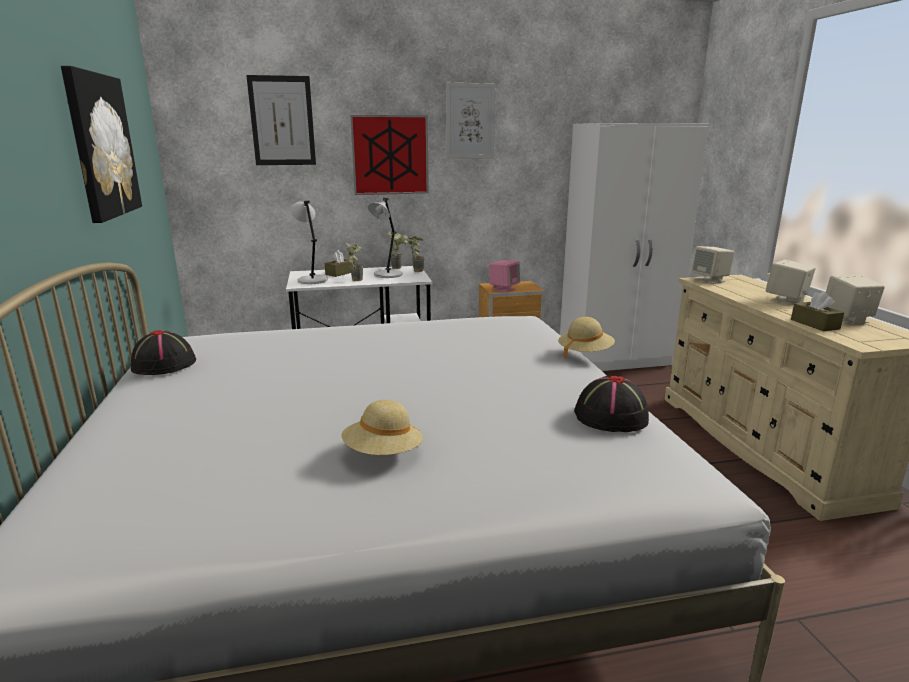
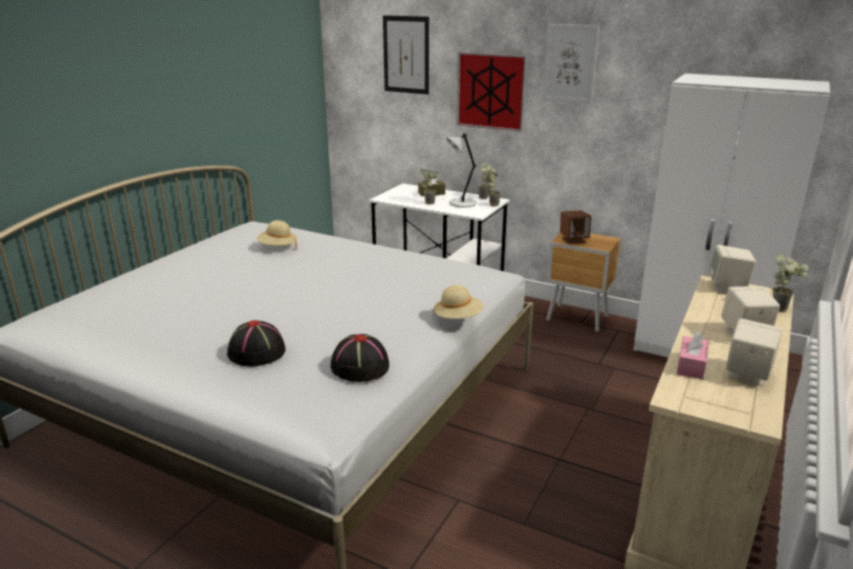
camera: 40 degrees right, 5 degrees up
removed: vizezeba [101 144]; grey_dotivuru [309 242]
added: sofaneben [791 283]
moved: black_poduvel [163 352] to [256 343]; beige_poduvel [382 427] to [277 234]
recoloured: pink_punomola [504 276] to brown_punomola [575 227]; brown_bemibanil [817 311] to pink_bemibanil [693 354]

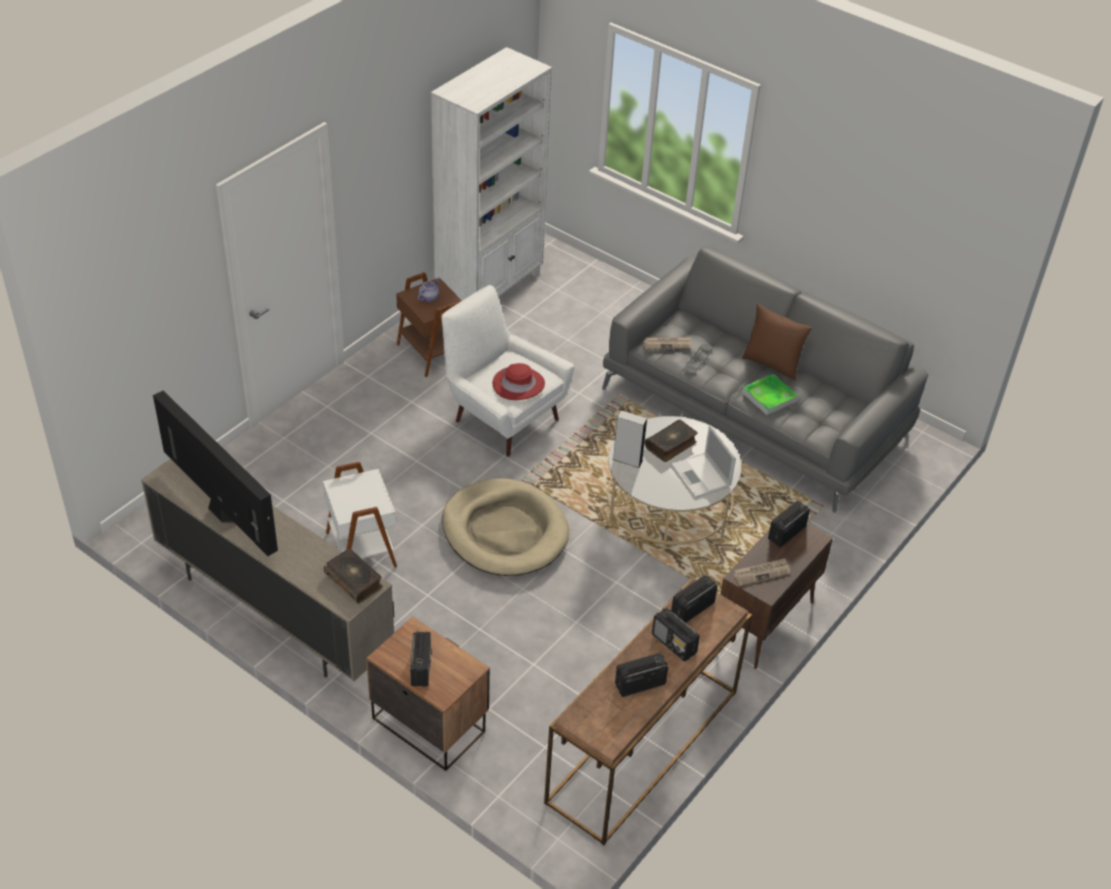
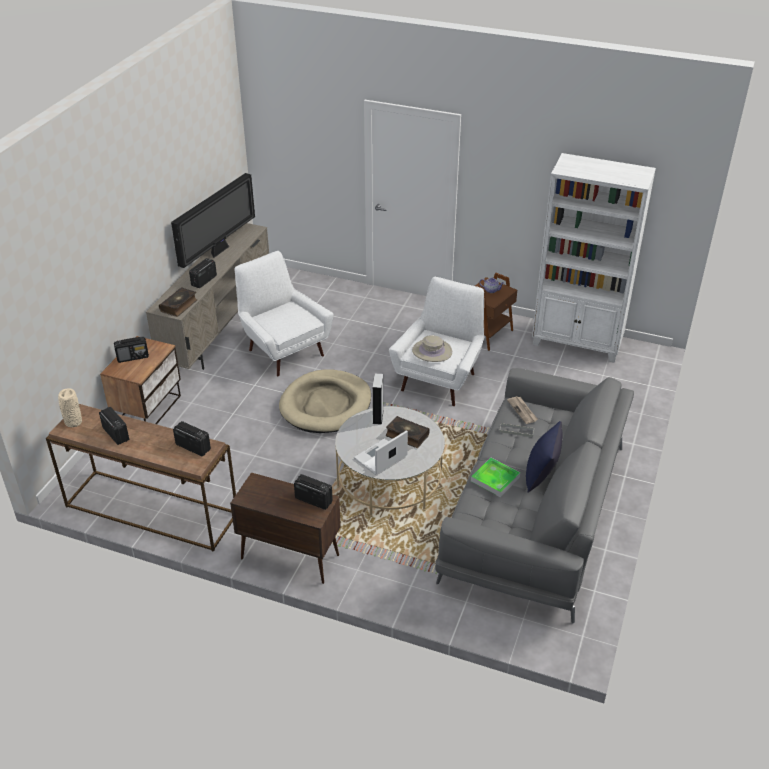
camera: 75 degrees right, 5 degrees down
removed: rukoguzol [762 572]
added: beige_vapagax [70 407]
moved: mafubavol [676 635] to [203 273]
replaced: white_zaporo [360 515] to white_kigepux [284 313]
recoloured: red_poduvel [519 381] to beige_poduvel [432 348]; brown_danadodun [777 342] to blue_danadodun [544 457]

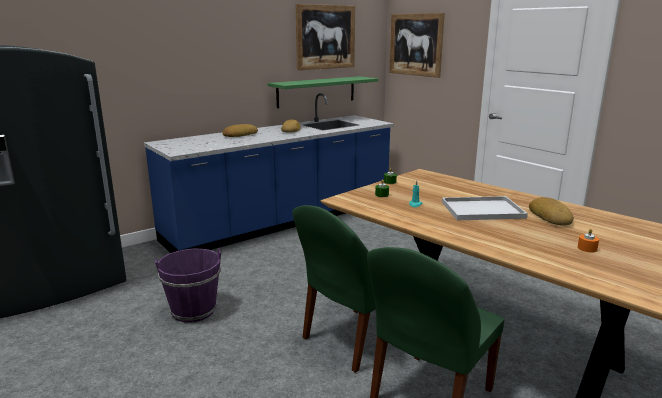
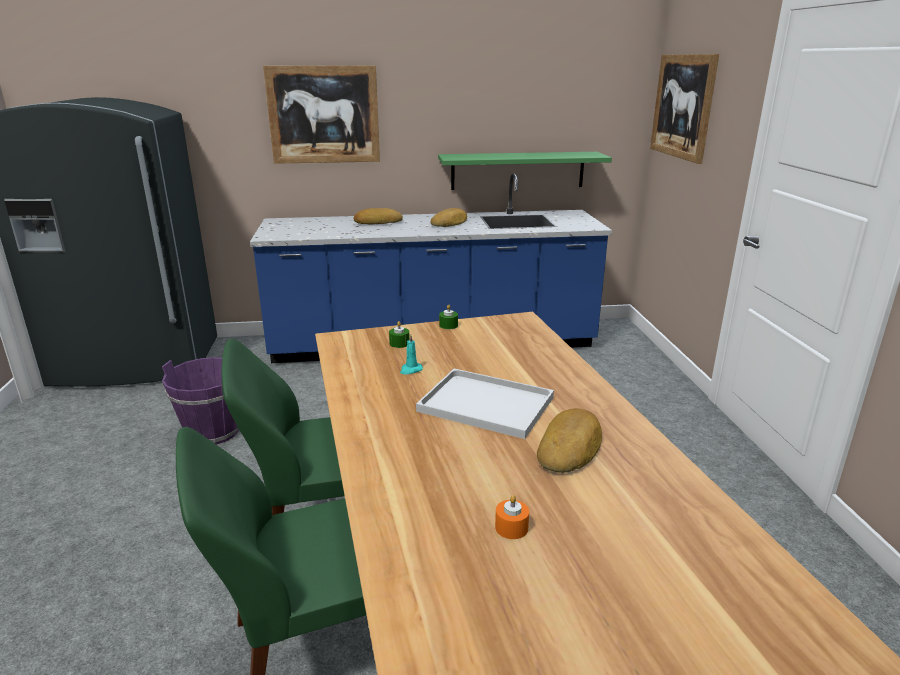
camera: 30 degrees right, 5 degrees up
moved: vizezeba [325 37] to [321 114]

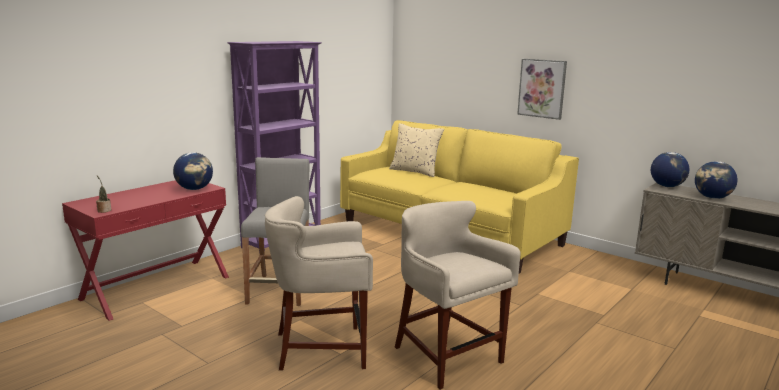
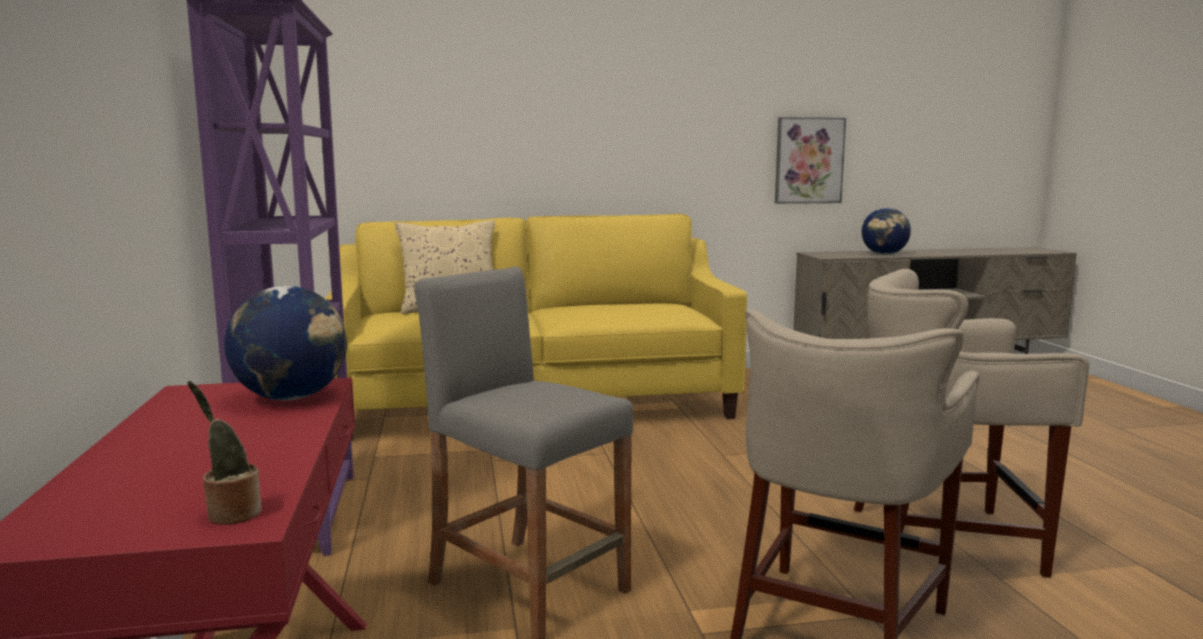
camera: 50 degrees left, 5 degrees down
removed: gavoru [670 169]
moved: vizezeba [542 89] to [810 160]

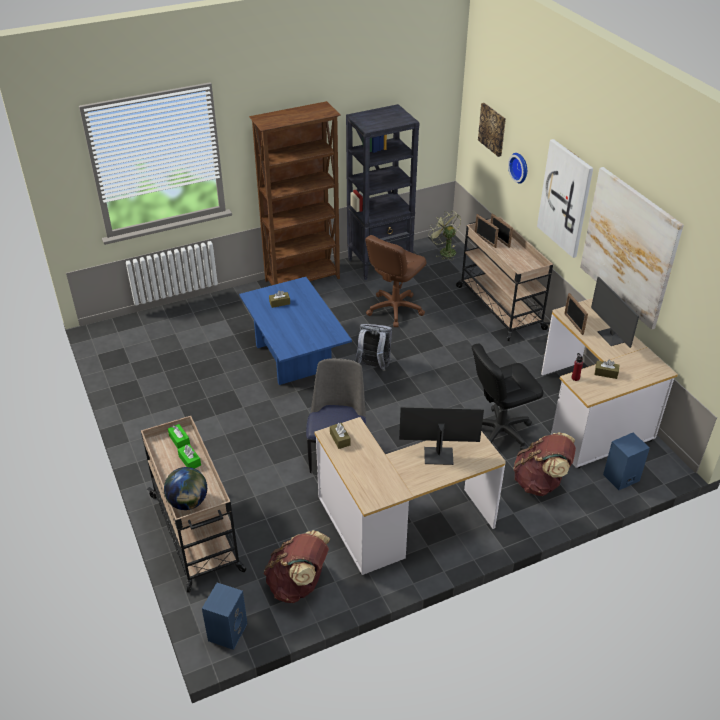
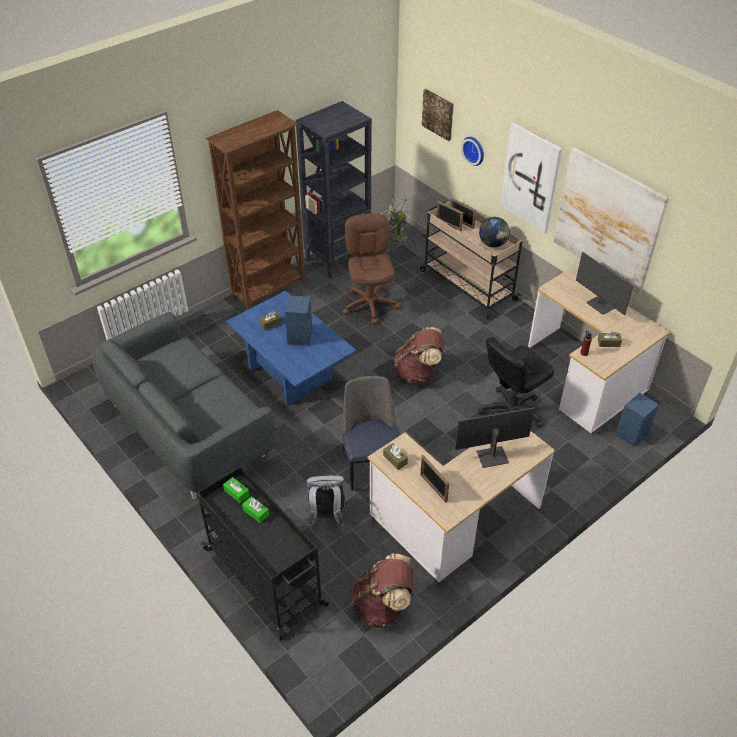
camera: 15 degrees left, 5 degrees up
added: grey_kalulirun [184 405]
moved: gavoru [185 488] to [494 232]; blue_punomola [224 616] to [298 321]; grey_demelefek [373 347] to [326 502]; brown_demelefek [544 464] to [419 355]; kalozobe [576 314] to [434 479]
recoloured: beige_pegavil [193 504] to black_pegavil [263 553]
turned: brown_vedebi [395 281] = [371 268] 150 degrees clockwise

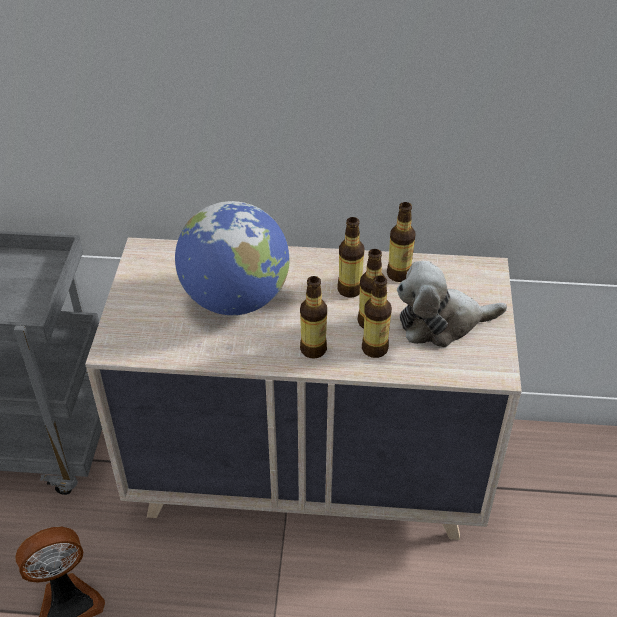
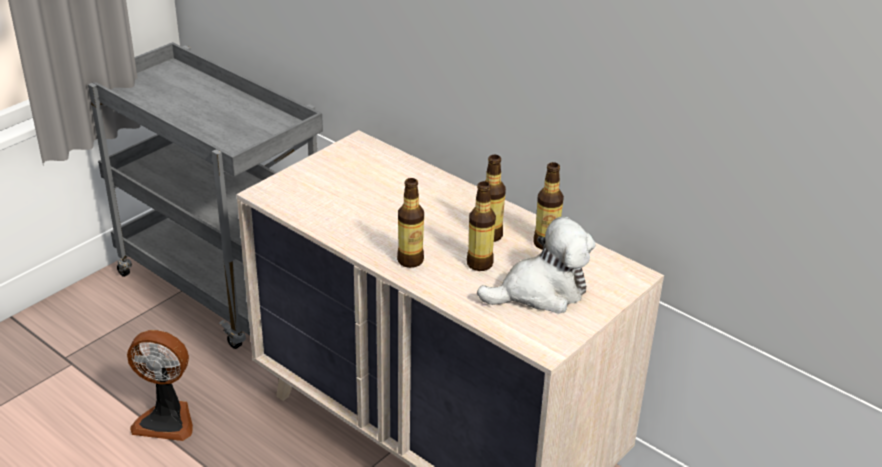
camera: 35 degrees right, 10 degrees down
removed: gavoru [232 258]; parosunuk [377 316]
turned: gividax [452 304] = [536 265] 135 degrees clockwise

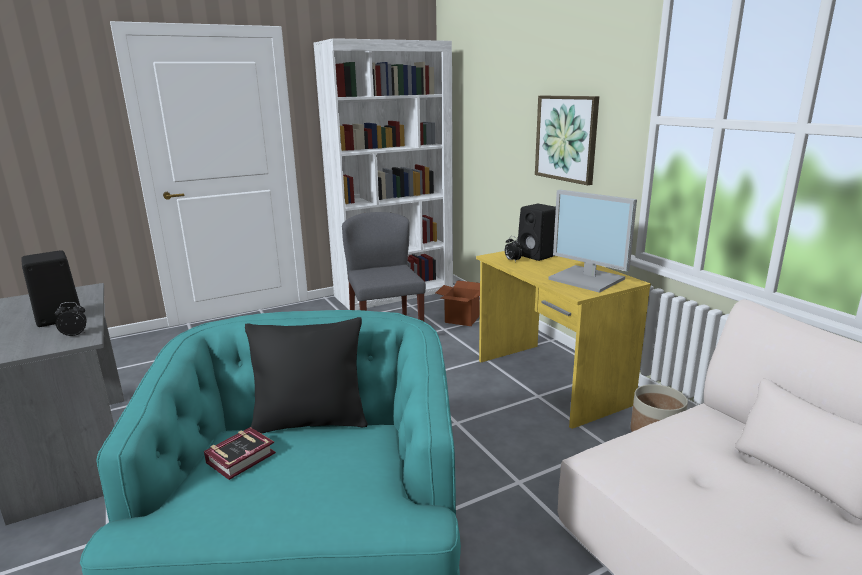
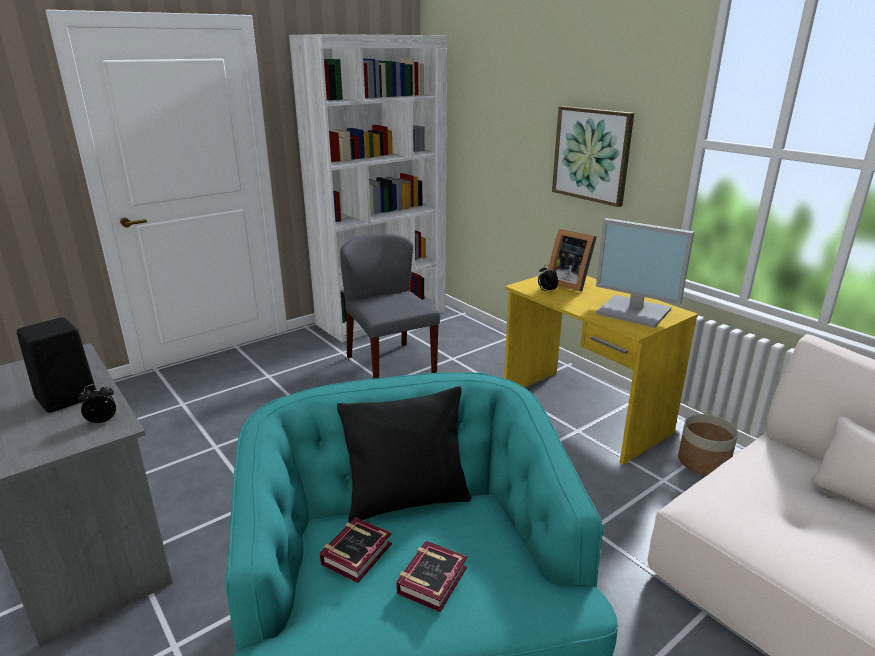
camera: 10 degrees left, 5 degrees up
removed: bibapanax [458 303]
added: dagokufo [431 576]
replaced: black_punomola [536 232] to kalozobe [572 260]

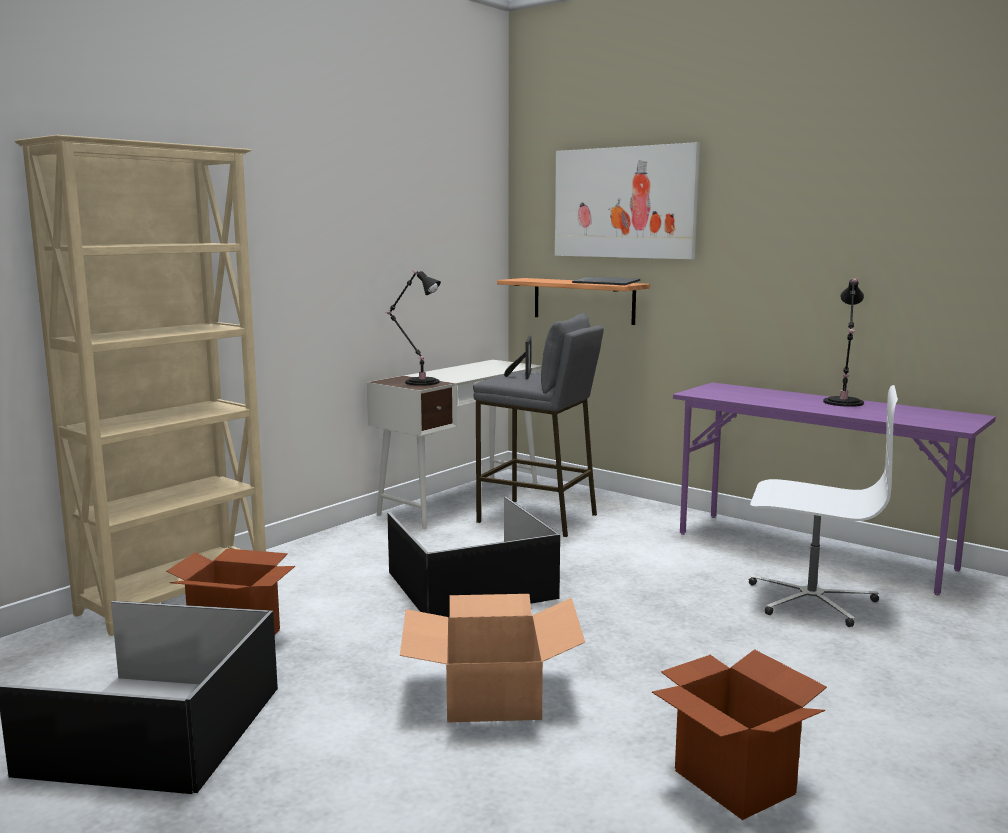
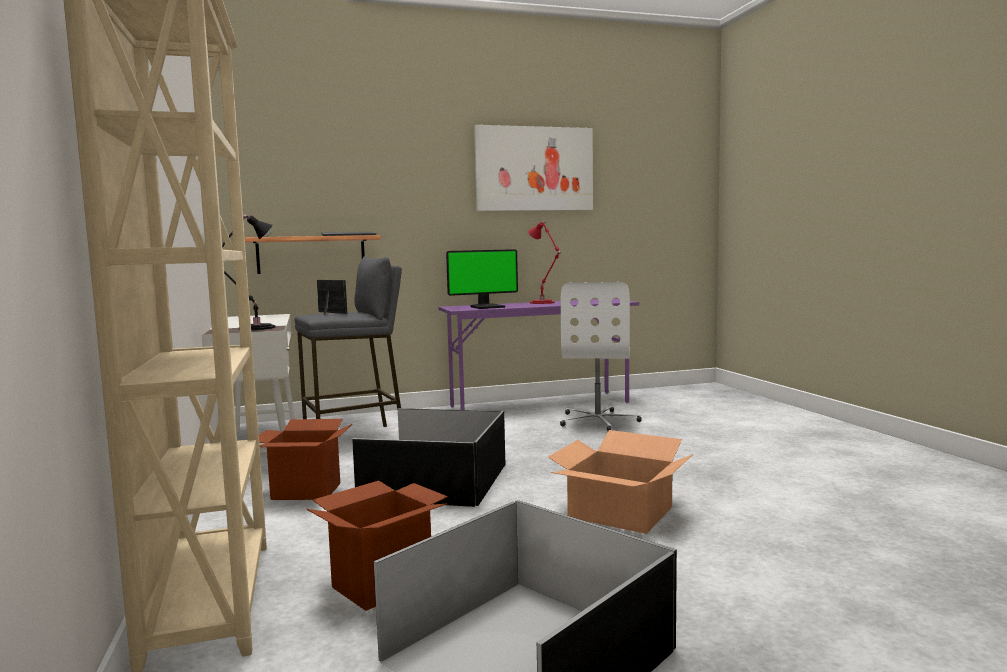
camera: 55 degrees left, 5 degrees down
added: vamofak [482 279]
moved: vizezeba [627 200] to [533 168]; bibapanax [739 734] to [305 459]
recoloured: black_dotivuru [843 342] to red_dotivuru [545 262]
turned: white_vedebi [823 506] = [601 356] 135 degrees clockwise

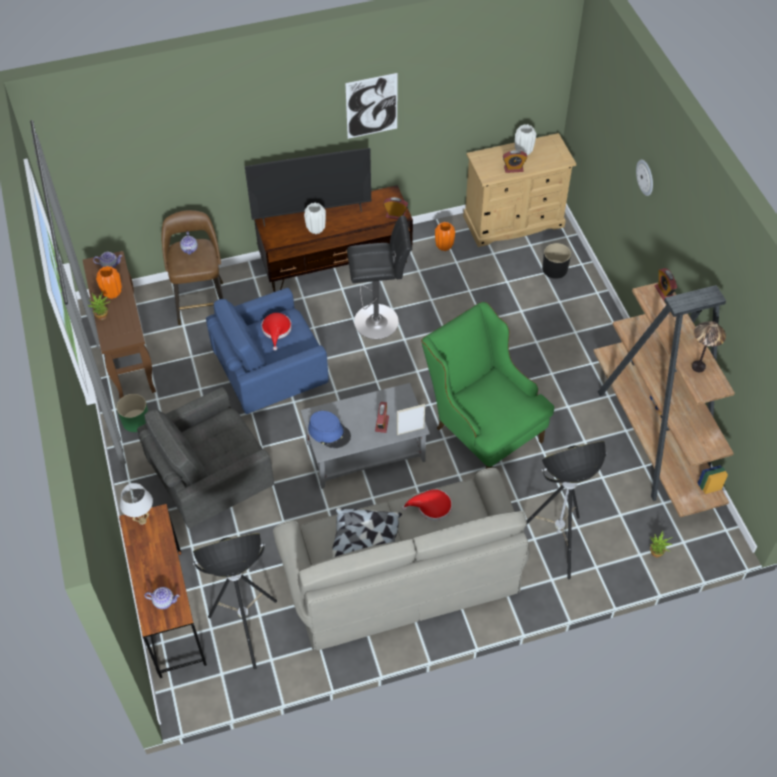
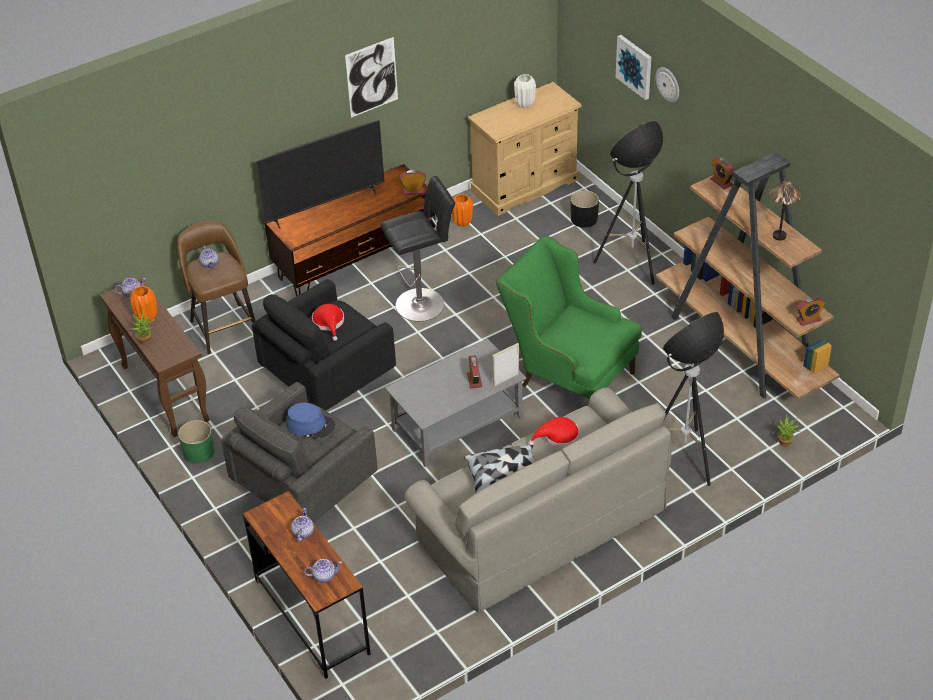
camera: 15 degrees left, 10 degrees down
removed: white_dotivuru [136 504]; white_vapagax [315 218]
added: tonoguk [302 525]; vizezeba [633 67]
moved: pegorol [235 601] to [628 203]; blue_poduvel [329 429] to [310 421]; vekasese [515 161] to [811 311]
recoloured: blue_kigepux [267 351] to black_kigepux [324 345]

